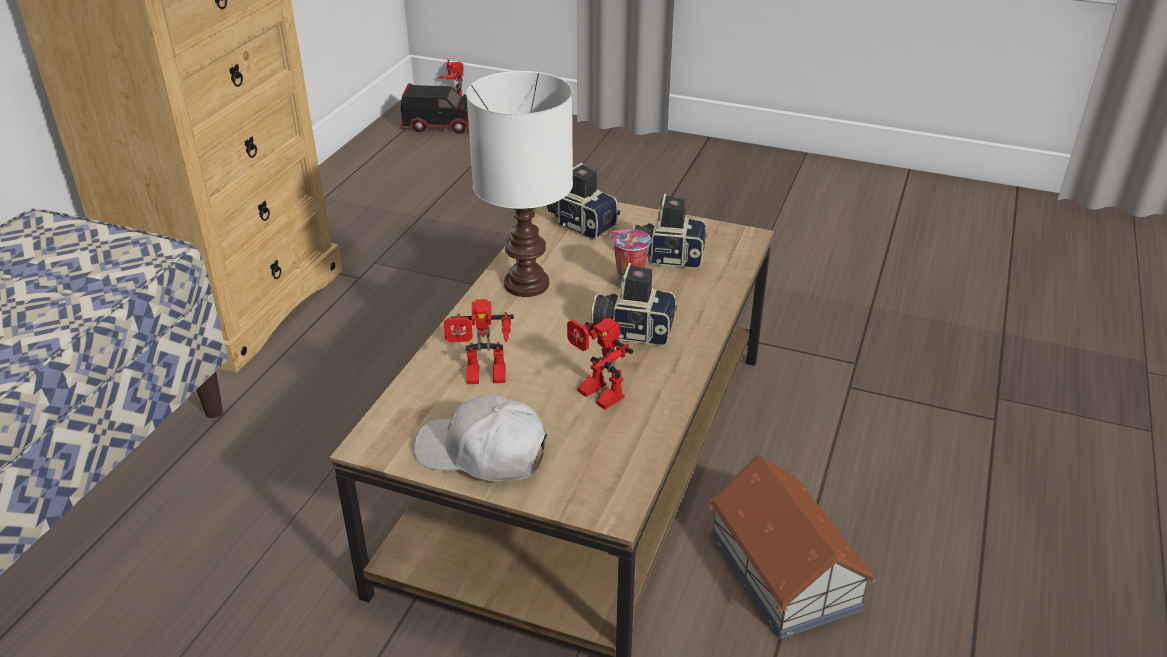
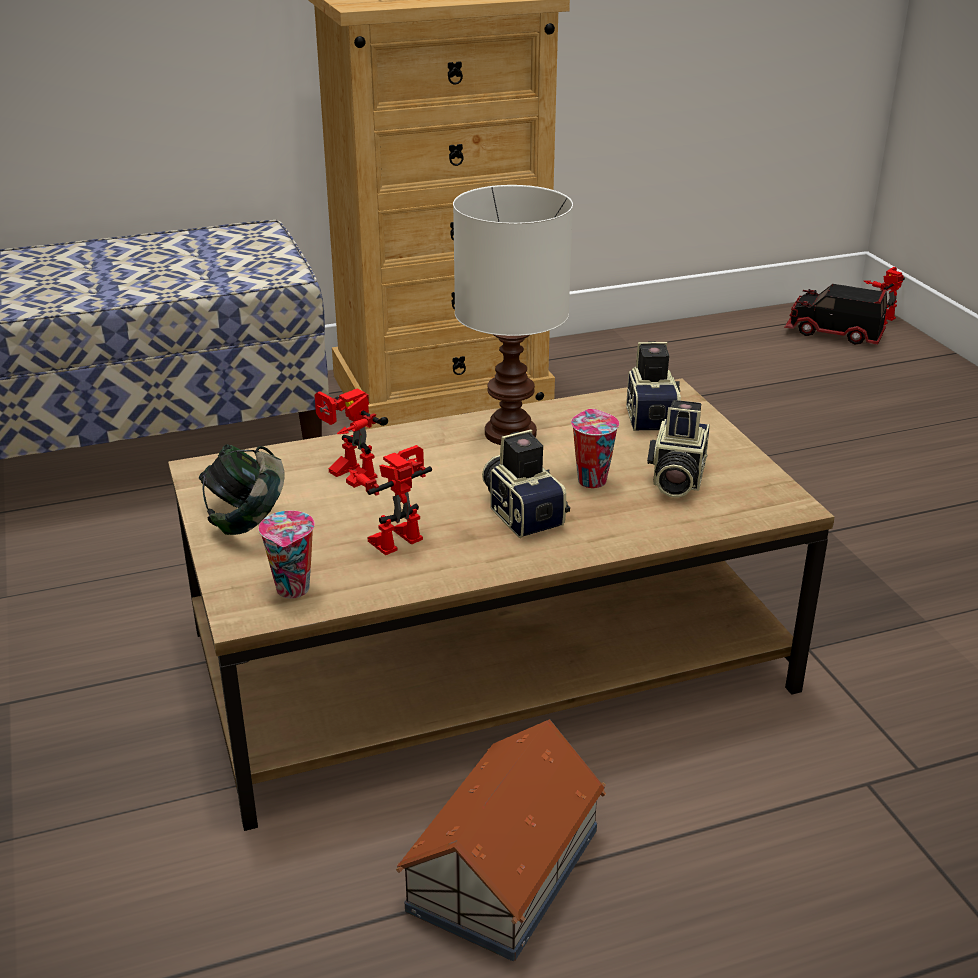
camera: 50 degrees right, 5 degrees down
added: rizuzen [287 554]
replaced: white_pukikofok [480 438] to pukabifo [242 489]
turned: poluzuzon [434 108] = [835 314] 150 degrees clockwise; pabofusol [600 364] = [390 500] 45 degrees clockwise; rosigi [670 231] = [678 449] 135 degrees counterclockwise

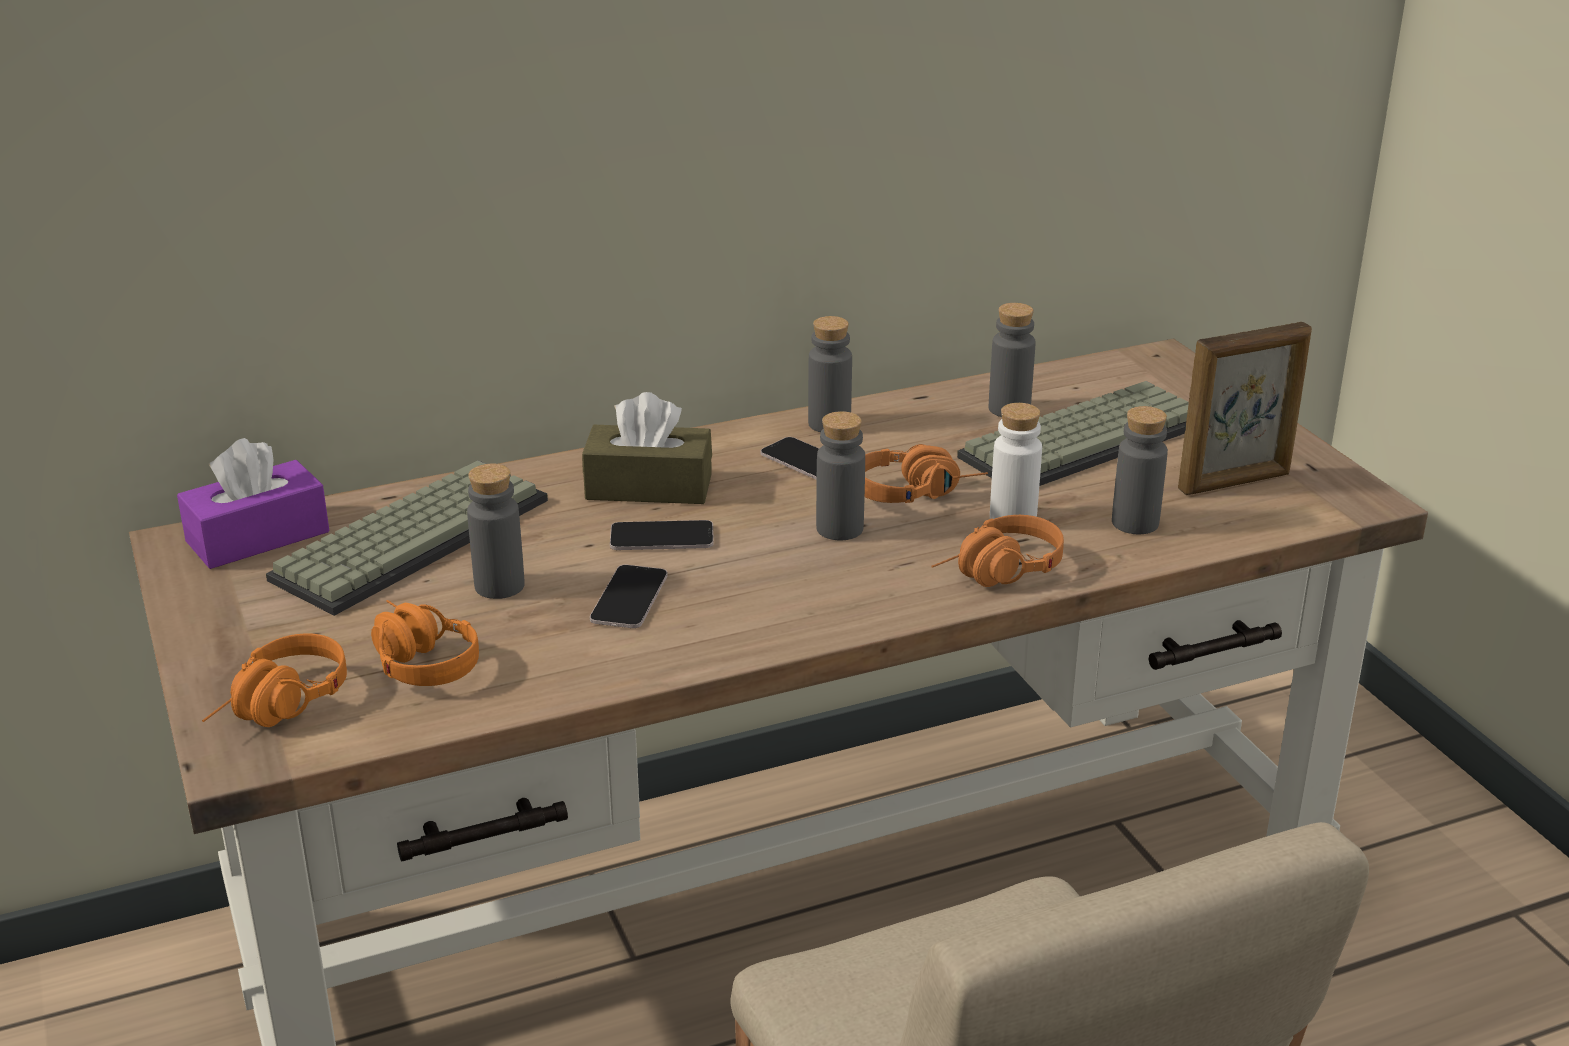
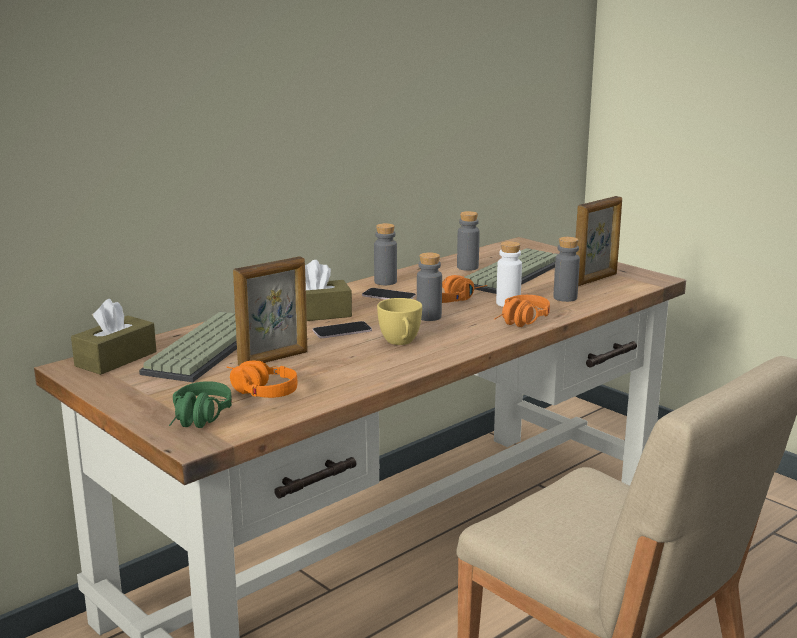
camera: 20 degrees left, 10 degrees down
removed: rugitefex [629 596]
added: yellow_rizuzen [399 321]
replaced: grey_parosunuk [496 531] to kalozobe [270 311]
recoloured: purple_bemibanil [253 503] to brown_bemibanil [113 337]; orange_pukabifo [274 680] to green_pukabifo [200 404]

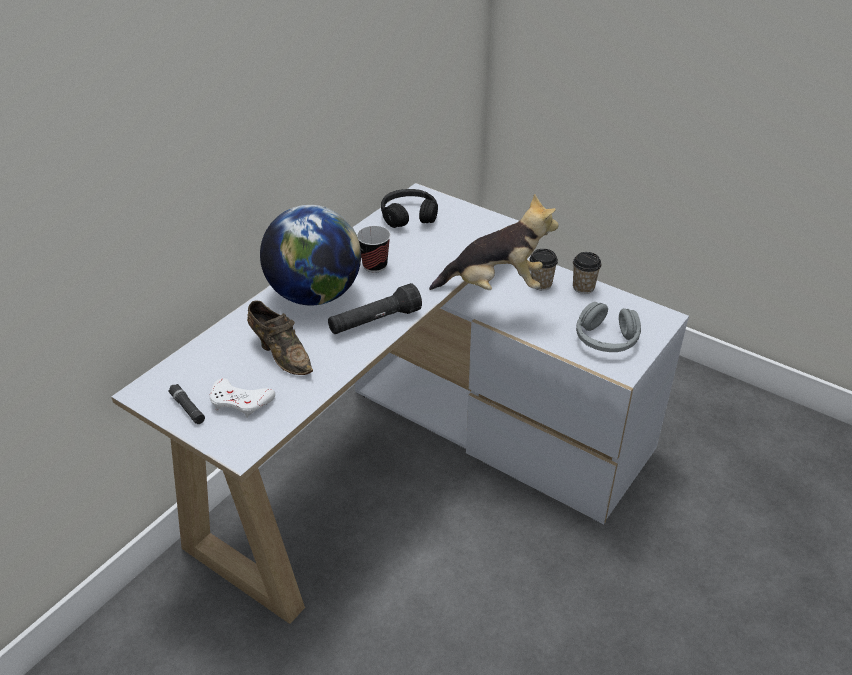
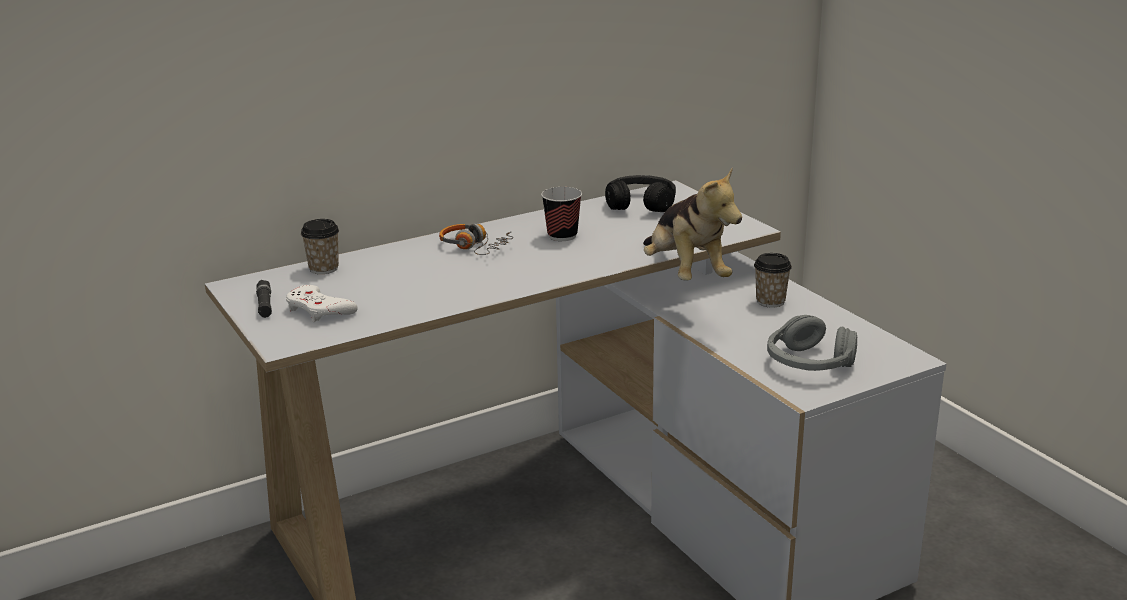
camera: 25 degrees right, 15 degrees down
removed: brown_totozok [280 338]; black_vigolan [375 308]
moved: rizuzen [587 273] to [320 246]
replaced: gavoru [310 255] to pukabifo [476 239]
turned: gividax [493 242] = [692 224] 45 degrees clockwise

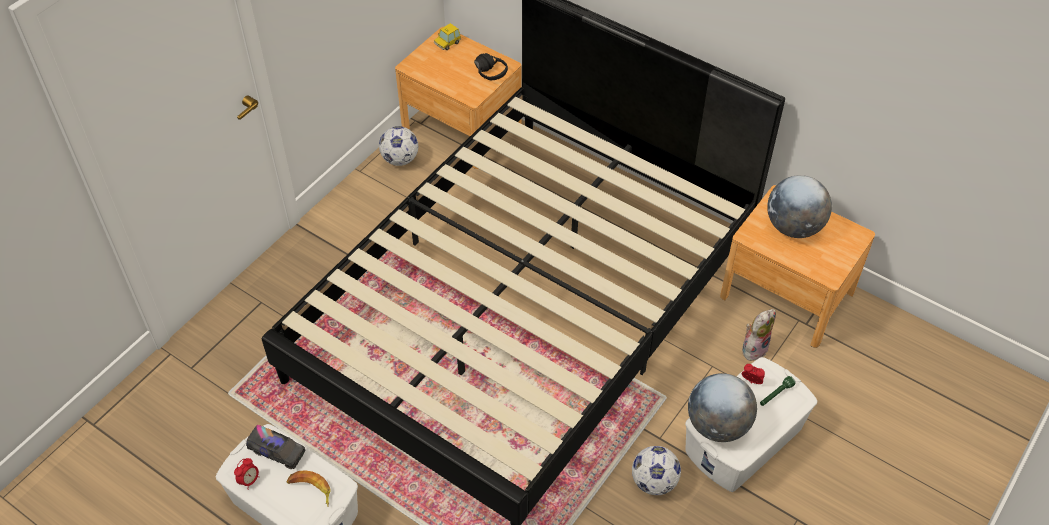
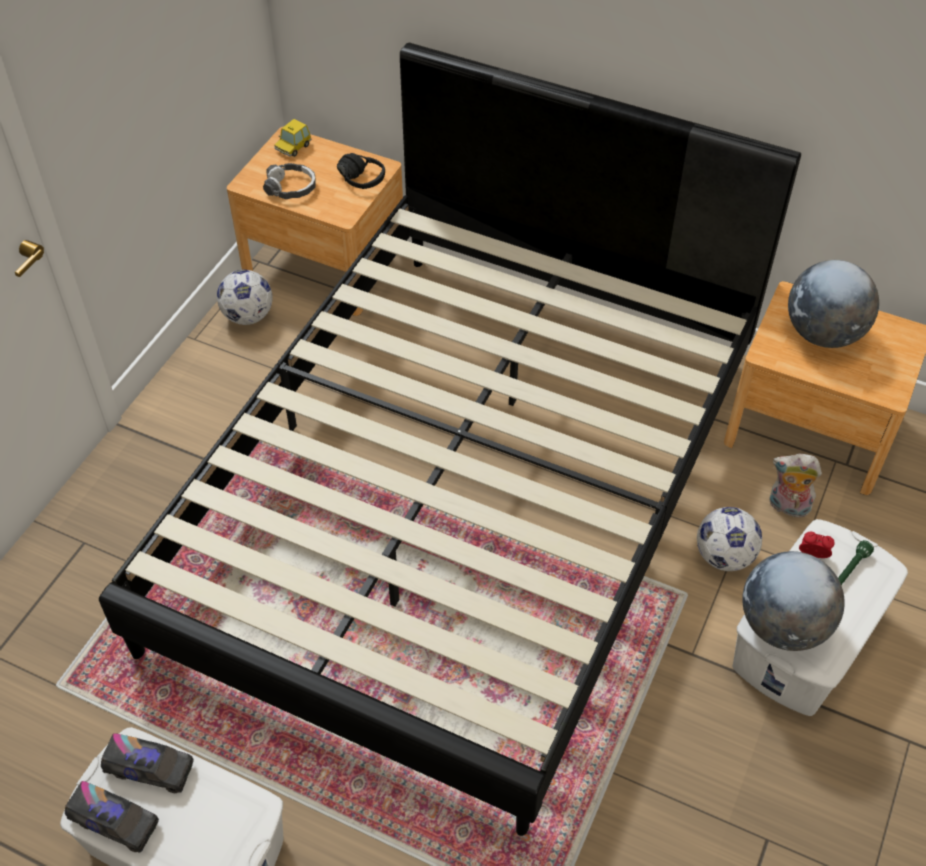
camera: 10 degrees left, 0 degrees up
removed: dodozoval [308 488]
added: pukabifo [289 181]
moved: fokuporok [656 470] to [729 539]
replaced: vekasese [246 472] to poluzuzon [112 817]
turned: gividax [759 335] = [795 486] 105 degrees counterclockwise

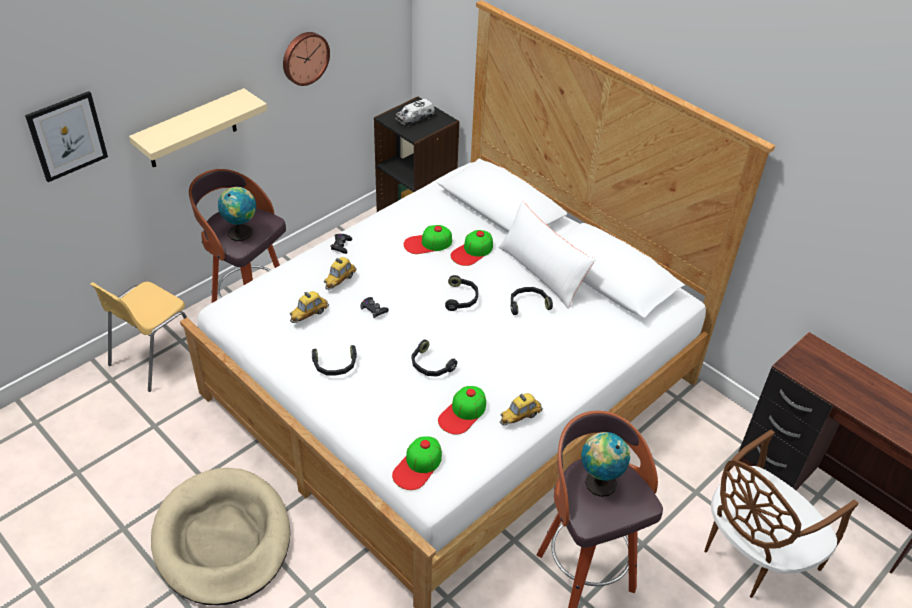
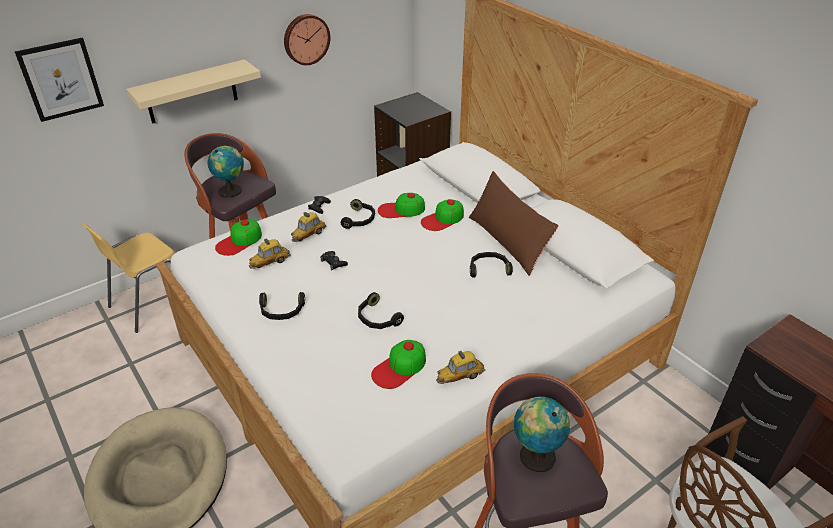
camera: 10 degrees right, 5 degrees down
removed: poluzuzon [415 112]
moved: pukikofok [417 463] to [238 238]; black_pukabifo [461 293] to [358 214]
recoloured: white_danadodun [546 255] to brown_danadodun [514 223]

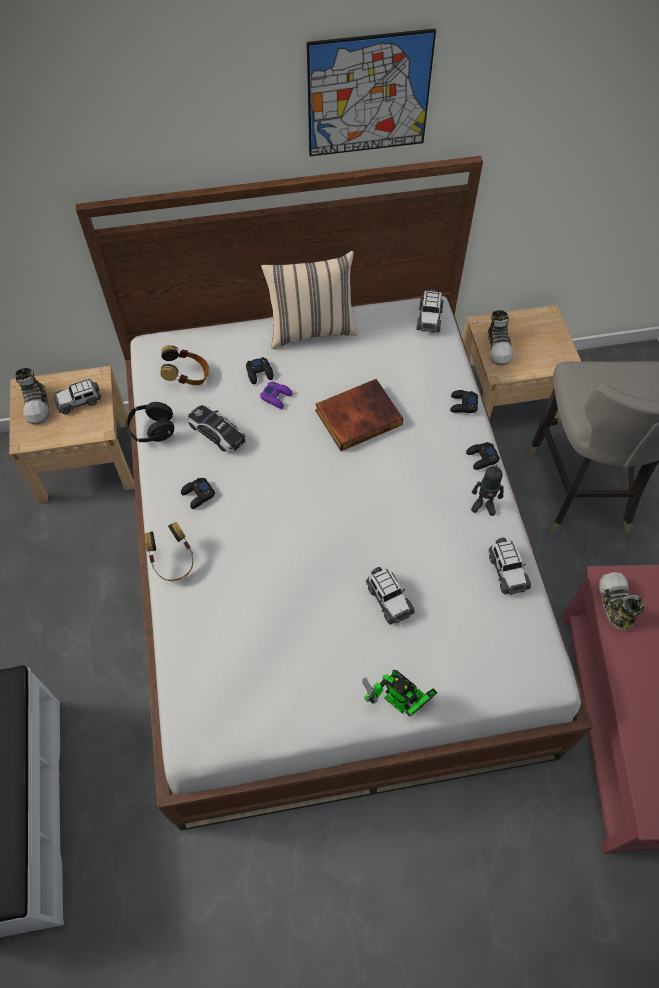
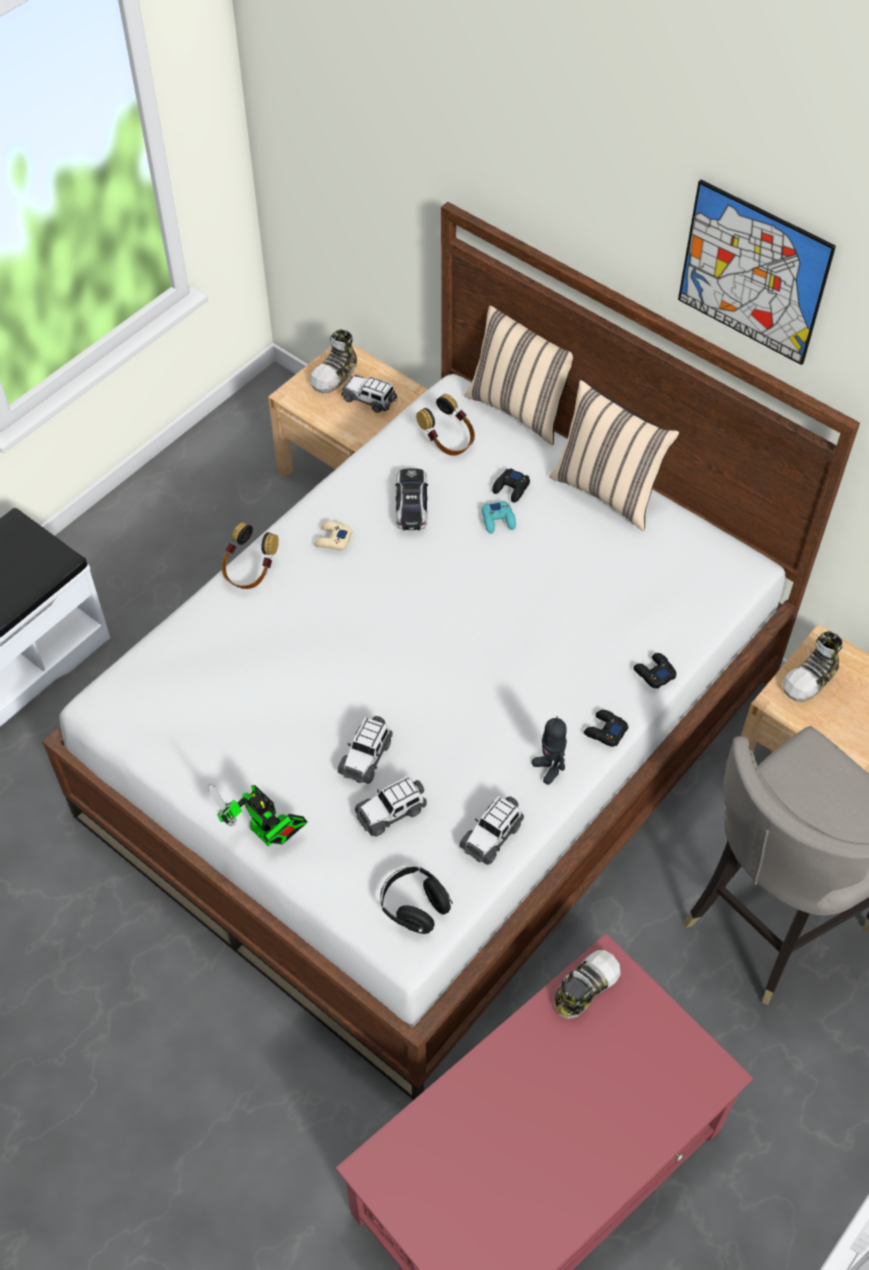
camera: 50 degrees right, 5 degrees down
removed: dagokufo [359 415]
added: beige_danadodun [518 375]
moved: black_pukabifo [149 422] to [416 900]; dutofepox [430 311] to [390 806]
recoloured: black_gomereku [198 493] to beige_gomereku [333 535]; purple_gomereku [276 395] to turquoise_gomereku [499 517]
turned: pabofusol [399 693] = [257 816] 45 degrees counterclockwise

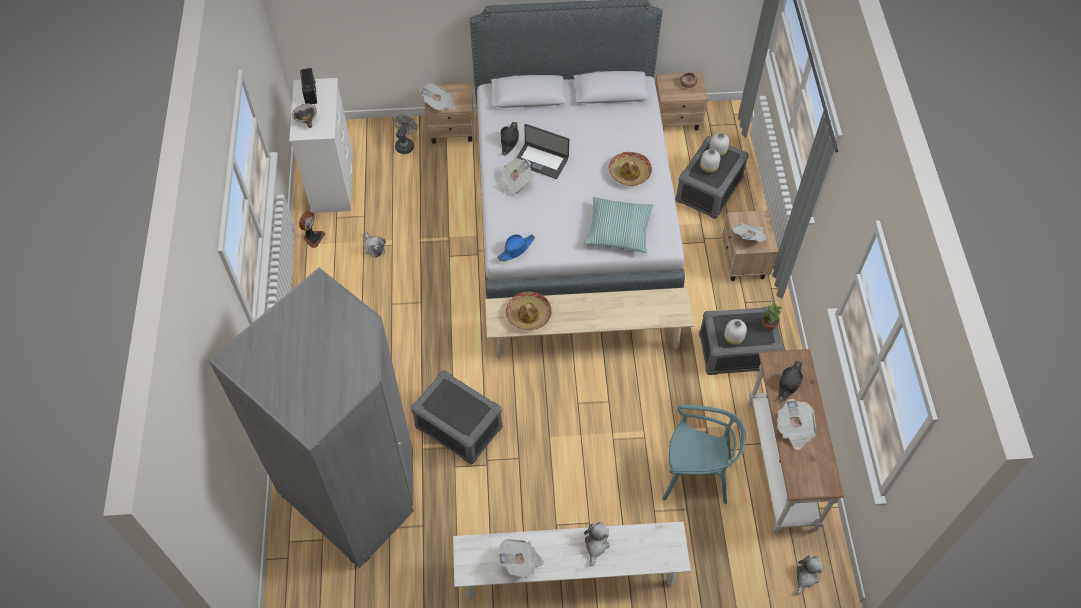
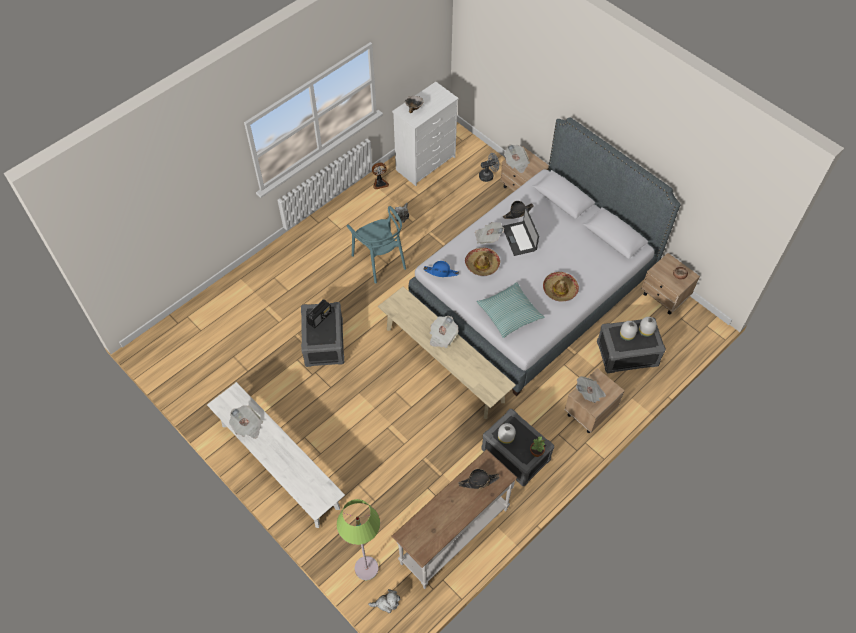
camera: 50 degrees right, 0 degrees up
removed: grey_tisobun [311 417]; gividax [597 544]
added: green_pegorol [358 539]
moved: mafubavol [308 86] to [319 313]; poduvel [529 311] to [482 262]; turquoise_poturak [704 454] to [376 245]; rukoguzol [796 424] to [444 332]

